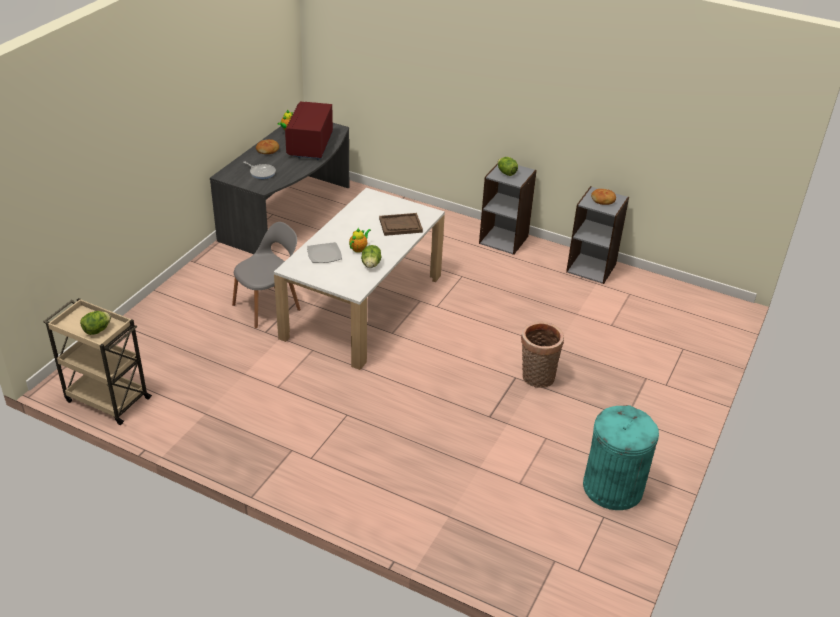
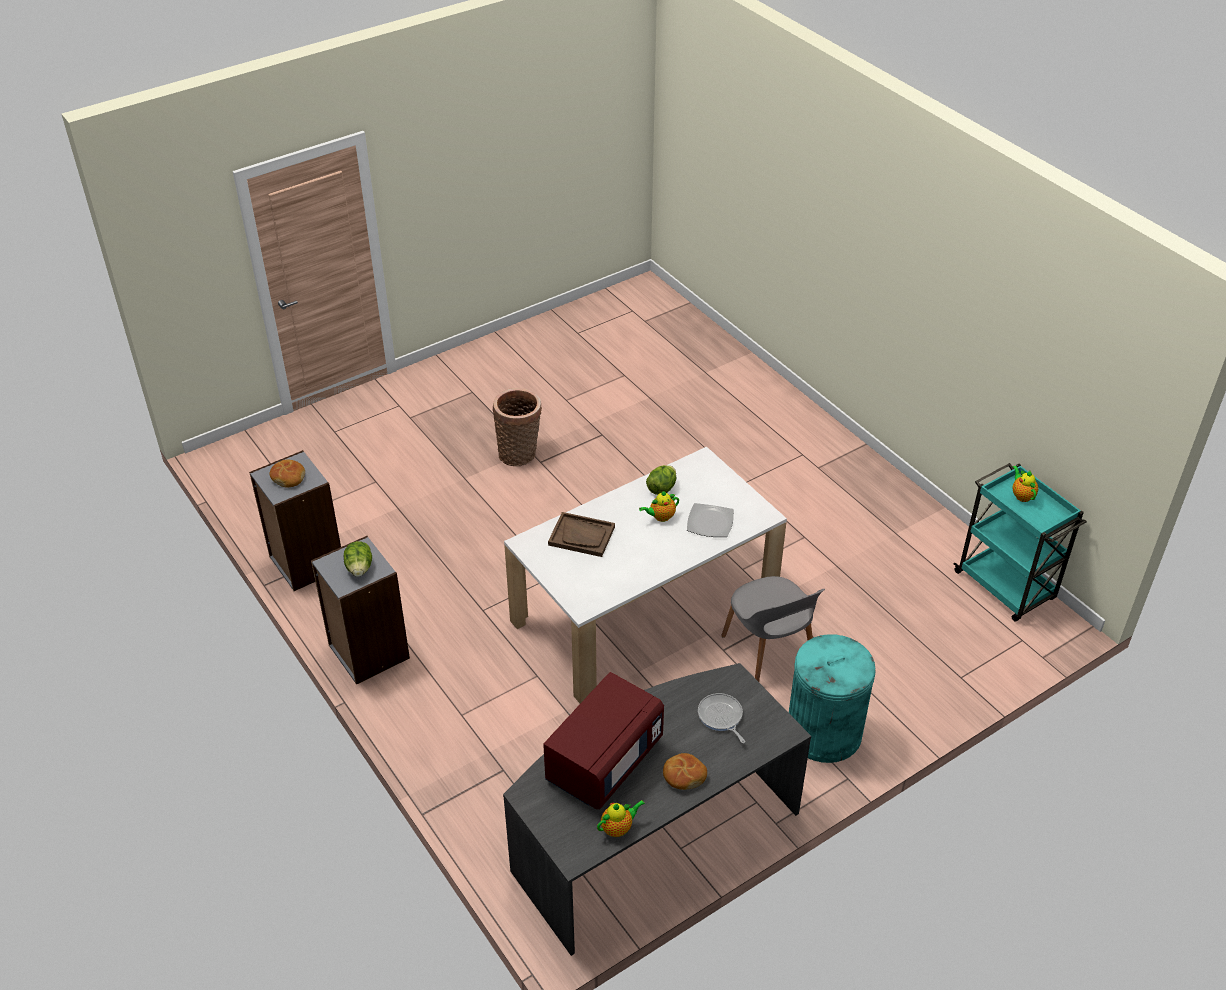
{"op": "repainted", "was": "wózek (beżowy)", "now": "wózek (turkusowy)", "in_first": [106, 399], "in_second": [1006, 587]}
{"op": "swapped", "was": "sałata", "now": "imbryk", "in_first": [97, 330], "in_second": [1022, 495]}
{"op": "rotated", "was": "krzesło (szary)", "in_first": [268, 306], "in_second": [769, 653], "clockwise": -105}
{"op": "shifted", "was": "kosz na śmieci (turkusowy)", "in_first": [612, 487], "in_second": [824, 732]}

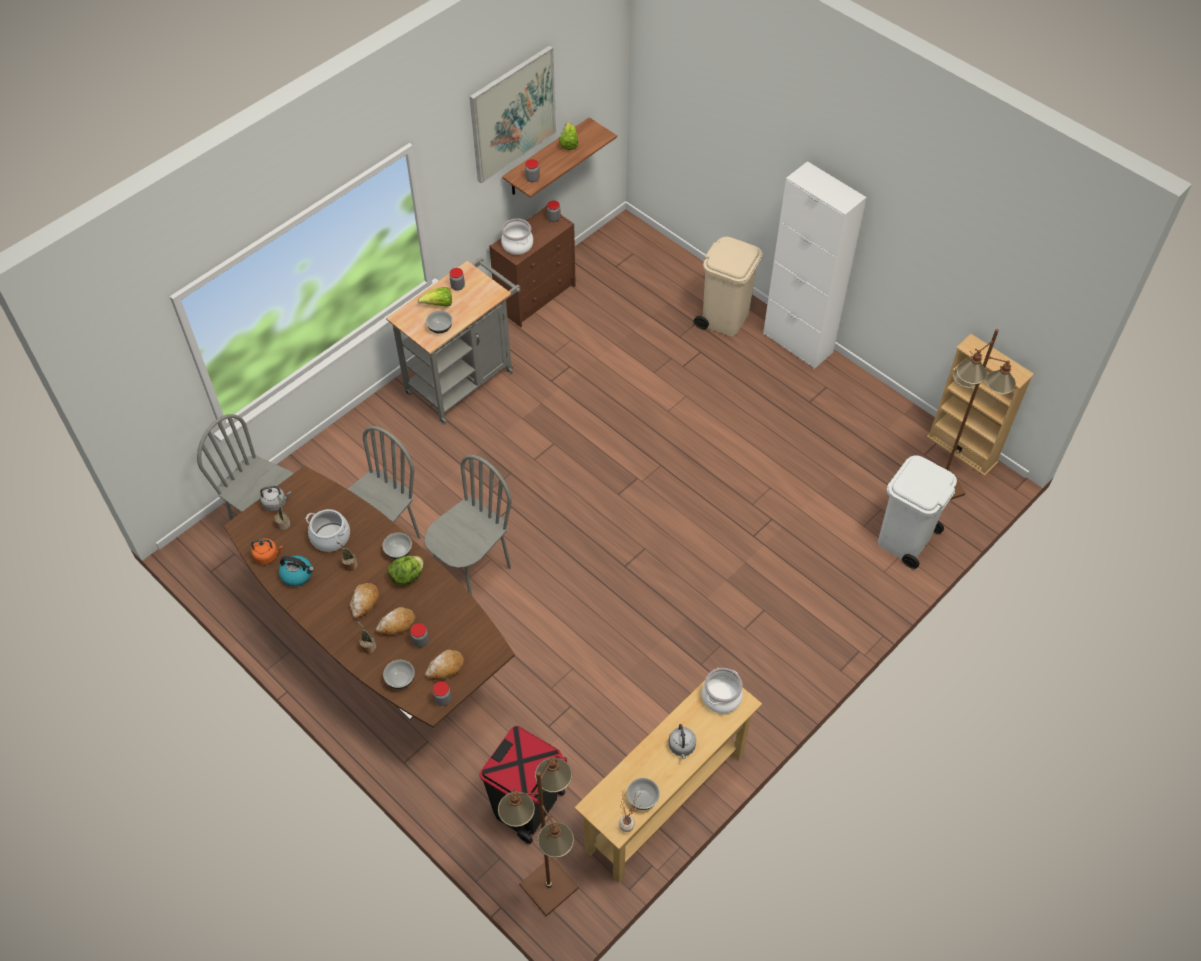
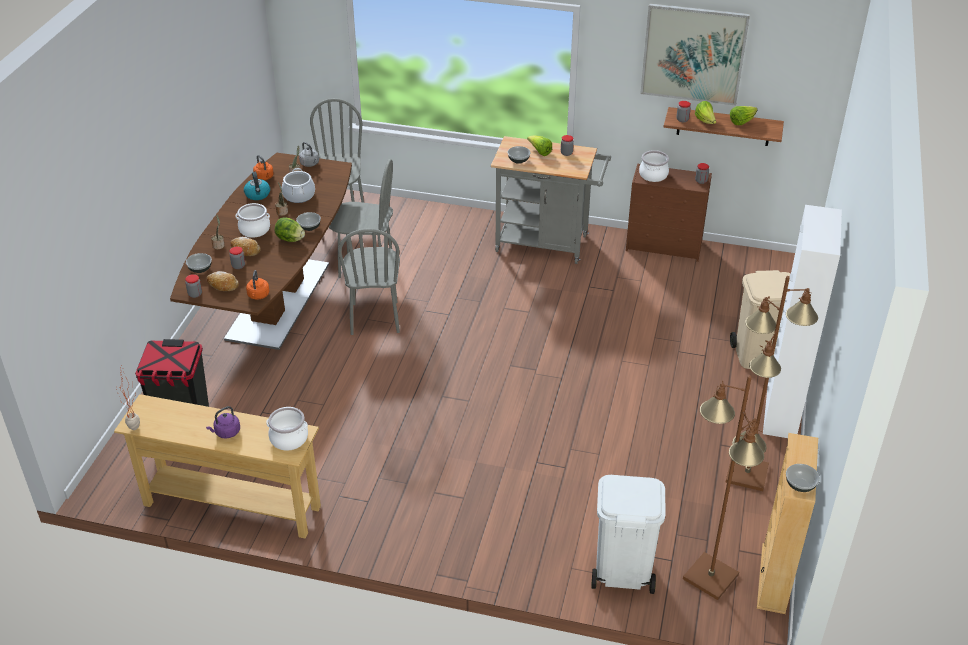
{"op": "swapped", "was": "chleb", "now": "garnek", "in_first": [364, 602], "in_second": [254, 230]}
{"op": "rotated", "was": "krzesło (szary)", "in_first": [472, 570], "in_second": [375, 318], "clockwise": 75}
{"op": "shifted", "was": "lampa stojąca (brązowy)", "in_first": [550, 886], "in_second": [747, 474]}
{"op": "shifted", "was": "miska", "in_first": [642, 798], "in_second": [800, 485]}
{"op": "repainted", "was": "czajnik (szary)", "now": "czajnik (fioletowy)", "in_first": [682, 747], "in_second": [226, 432]}
{"op": "new", "now": "czajnik (pomarańczowy)", "in_second": [258, 296]}
{"op": "new", "now": "sałata", "in_second": [705, 121]}

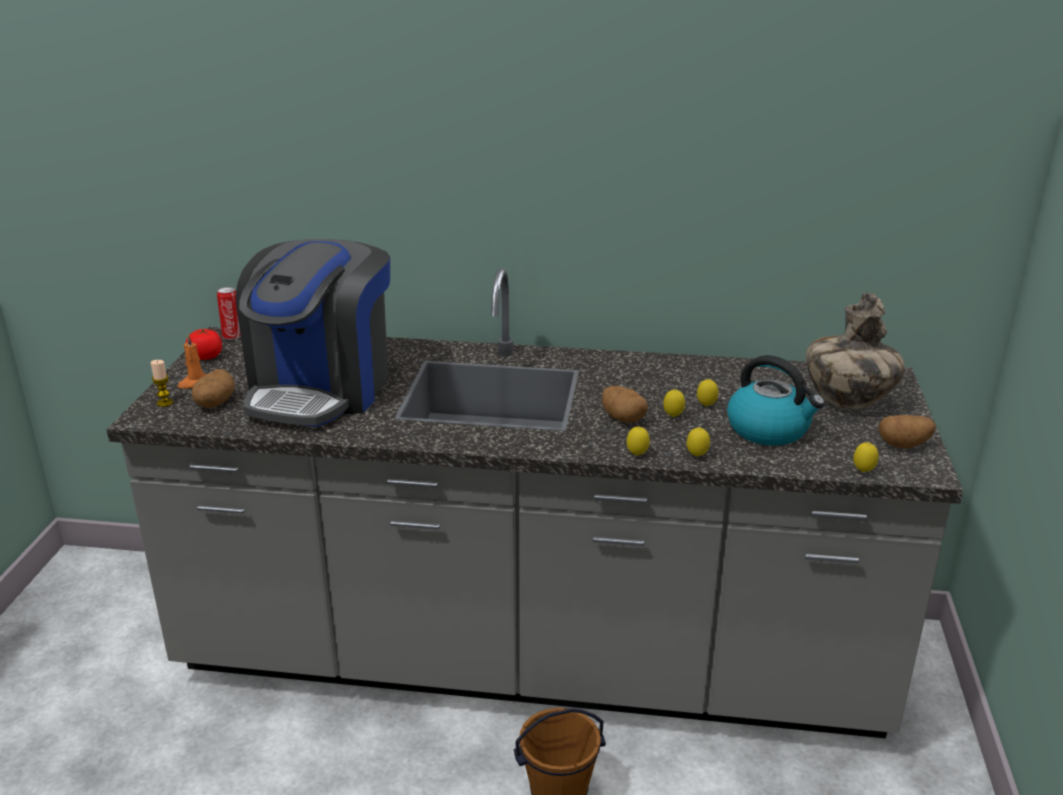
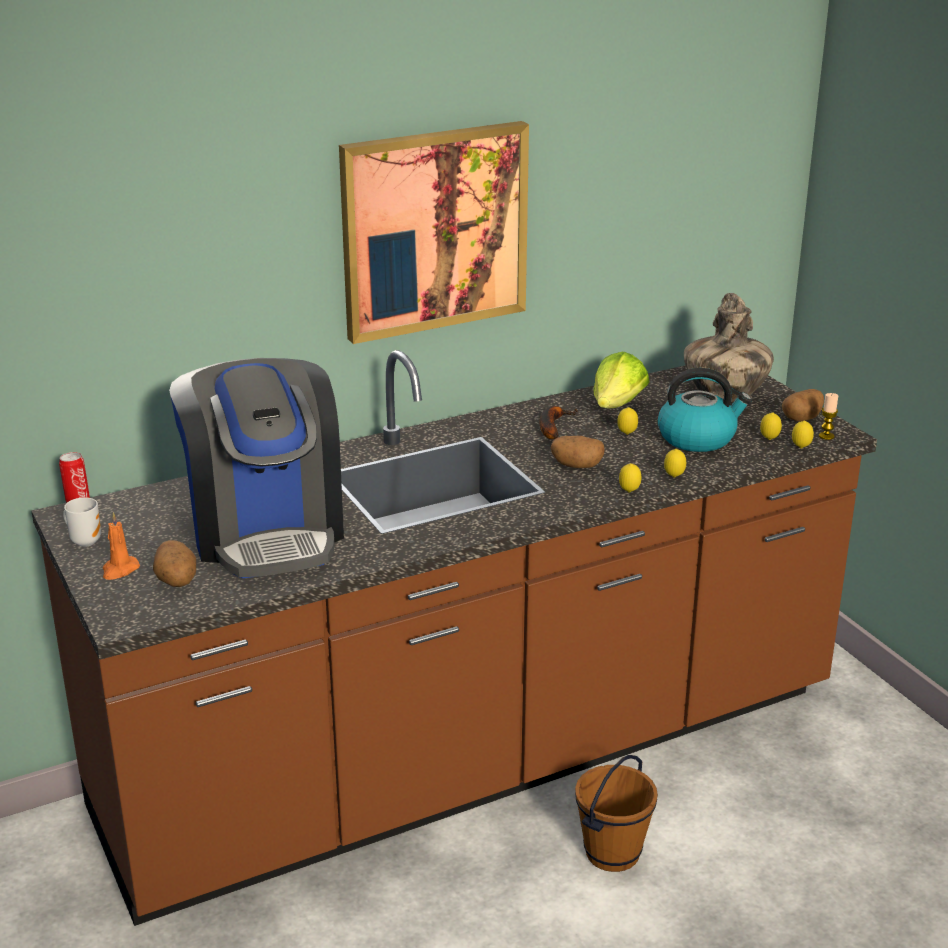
{"op": "repainted", "was": "zabudowa kuchenna (szary)", "now": "zabudowa kuchenna (brązowy)", "in_first": [531, 657], "in_second": [474, 757]}
{"op": "shifted", "was": "świeca", "in_first": [165, 403], "in_second": [826, 436]}
{"op": "swapped", "was": "pomidor", "now": "kubek", "in_first": [206, 357], "in_second": [85, 541]}
{"op": "shifted", "was": "cytryna", "in_first": [673, 416], "in_second": [769, 439]}
{"op": "new", "now": "obraz", "in_second": [434, 230]}
{"op": "new", "now": "banan", "in_second": [552, 426]}
{"op": "new", "now": "sałata", "in_second": [617, 405]}

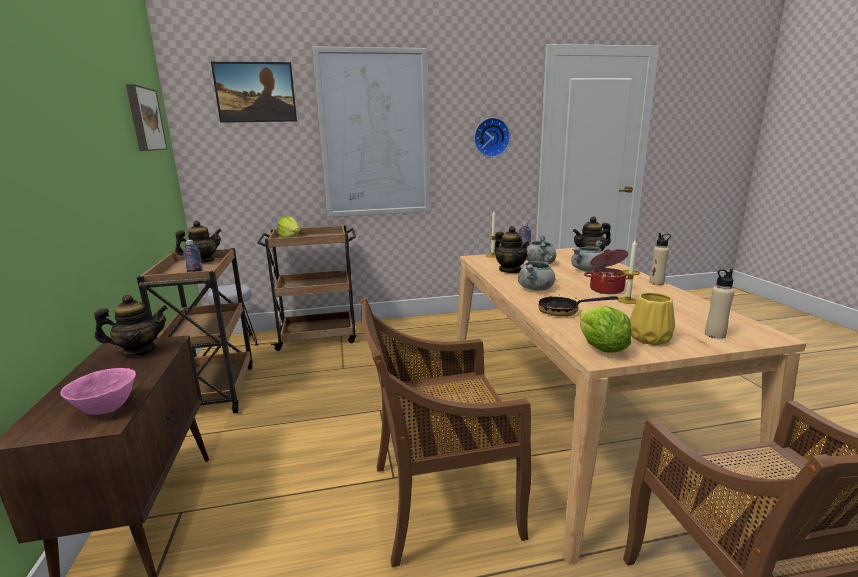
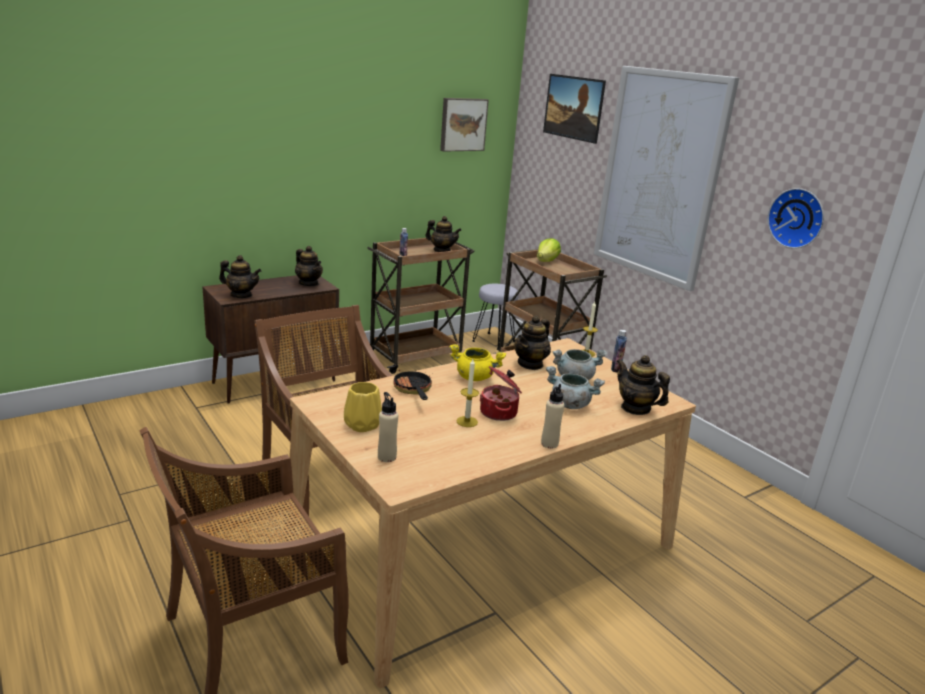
{"op": "swapped", "was": "miska (różowy)", "now": "imbryk", "in_first": [106, 409], "in_second": [241, 295]}
{"op": "repainted", "was": "garnek (szary)", "now": "garnek (żółty)", "in_first": [535, 288], "in_second": [475, 377]}
{"op": "gone", "was": "sałata", "in_first": [601, 348]}

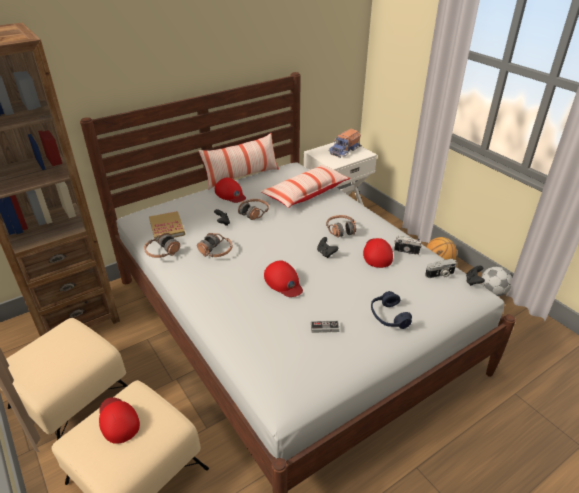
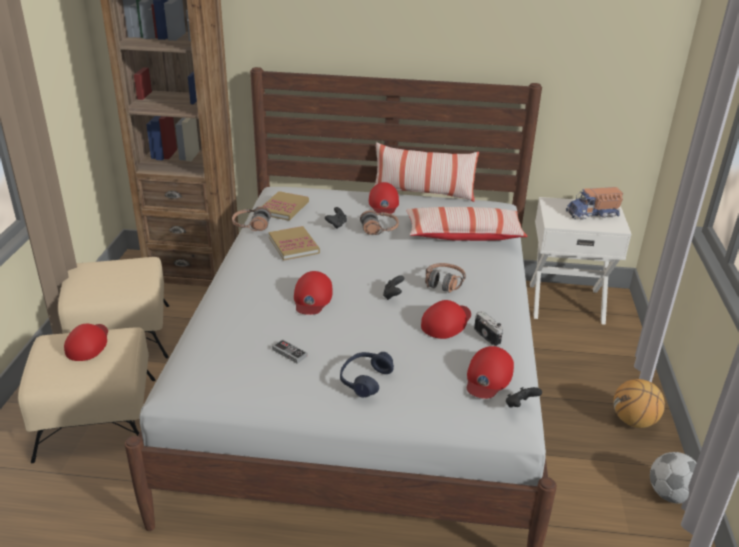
{"op": "swapped", "was": "słuchawki", "now": "książka", "in_first": [216, 251], "in_second": [293, 245]}
{"op": "swapped", "was": "aparat fotograficzny", "now": "czapka z daszkiem (czerwony)", "in_first": [440, 274], "in_second": [488, 377]}

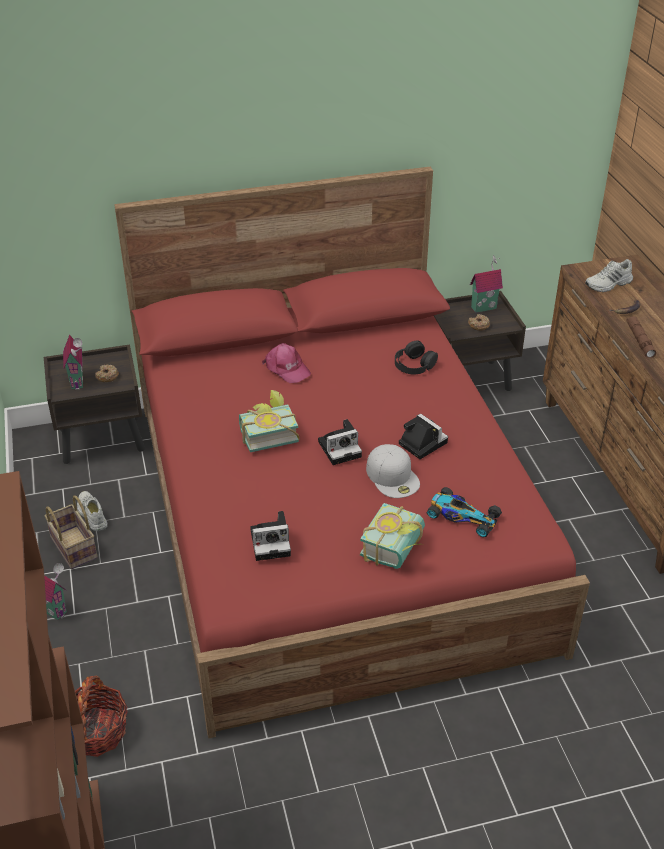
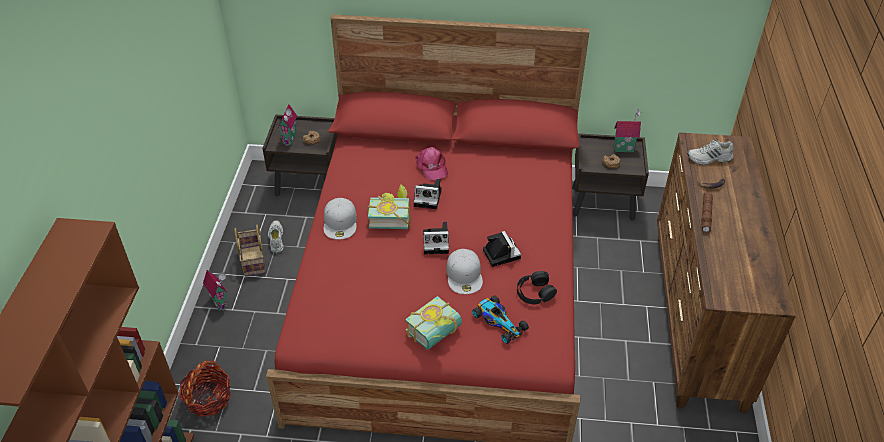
{"op": "shifted", "was": "aparat fotograficzny", "in_first": [272, 542], "in_second": [429, 198]}
{"op": "shifted", "was": "słuchawki (czarny)", "in_first": [414, 364], "in_second": [535, 292]}
{"op": "new", "now": "czapka z daszkiem (biały)", "in_second": [340, 222]}

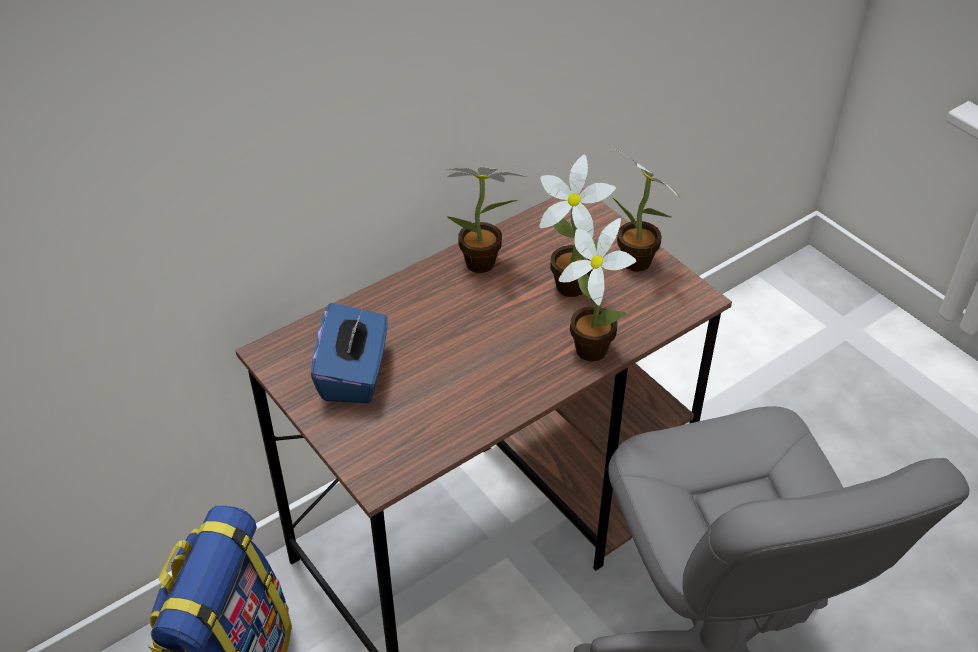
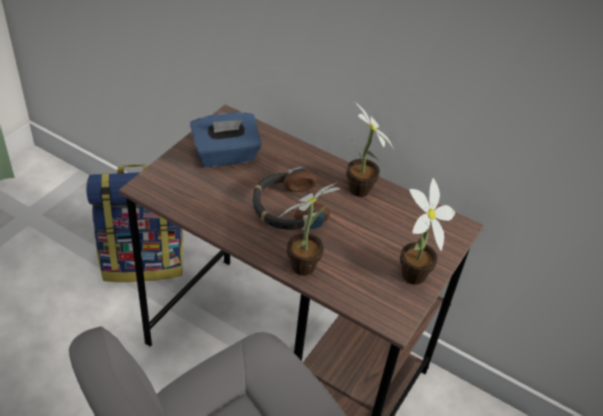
{"op": "gone", "was": "roślina doniczkowa", "in_first": [567, 283]}
{"op": "new", "now": "słuchawki", "in_second": [287, 208]}

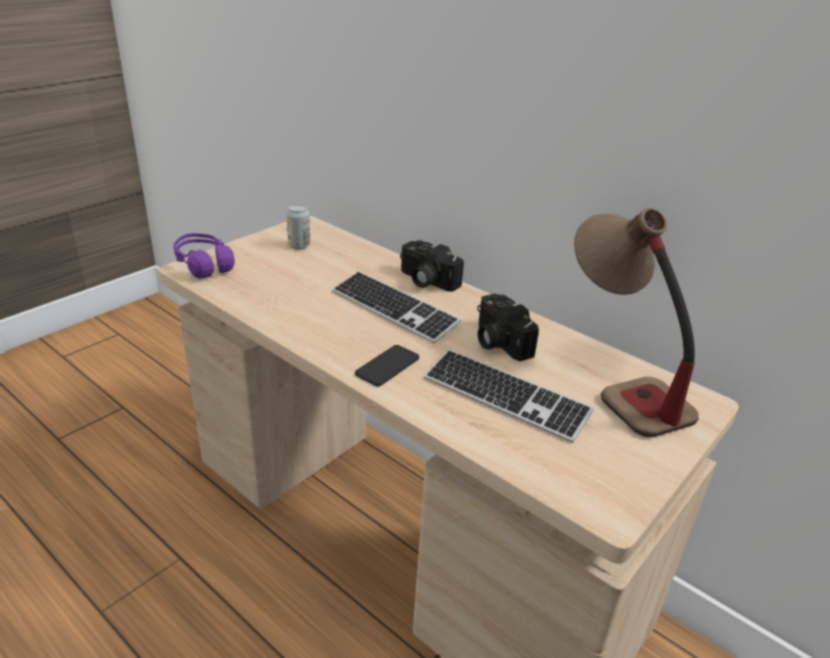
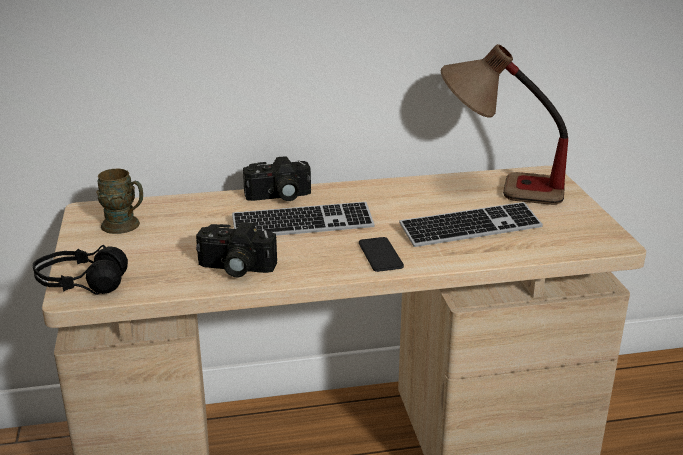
{"op": "repainted", "was": "słuchawki (fioletowy)", "now": "słuchawki (czarny)", "in_first": [203, 265], "in_second": [81, 284]}
{"op": "swapped", "was": "puszka", "now": "kubek (brązowy)", "in_first": [299, 245], "in_second": [126, 226]}
{"op": "shifted", "was": "aparat fotograficzny", "in_first": [497, 341], "in_second": [235, 268]}

